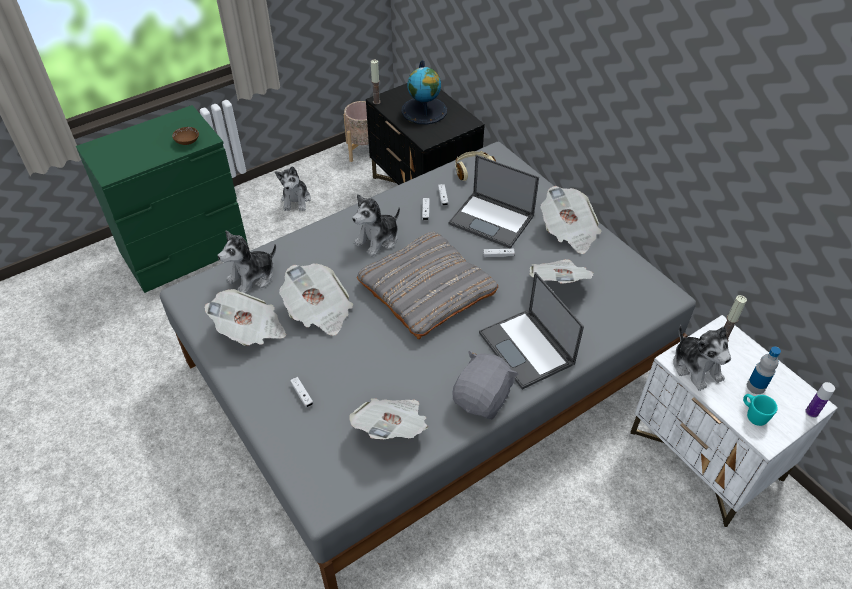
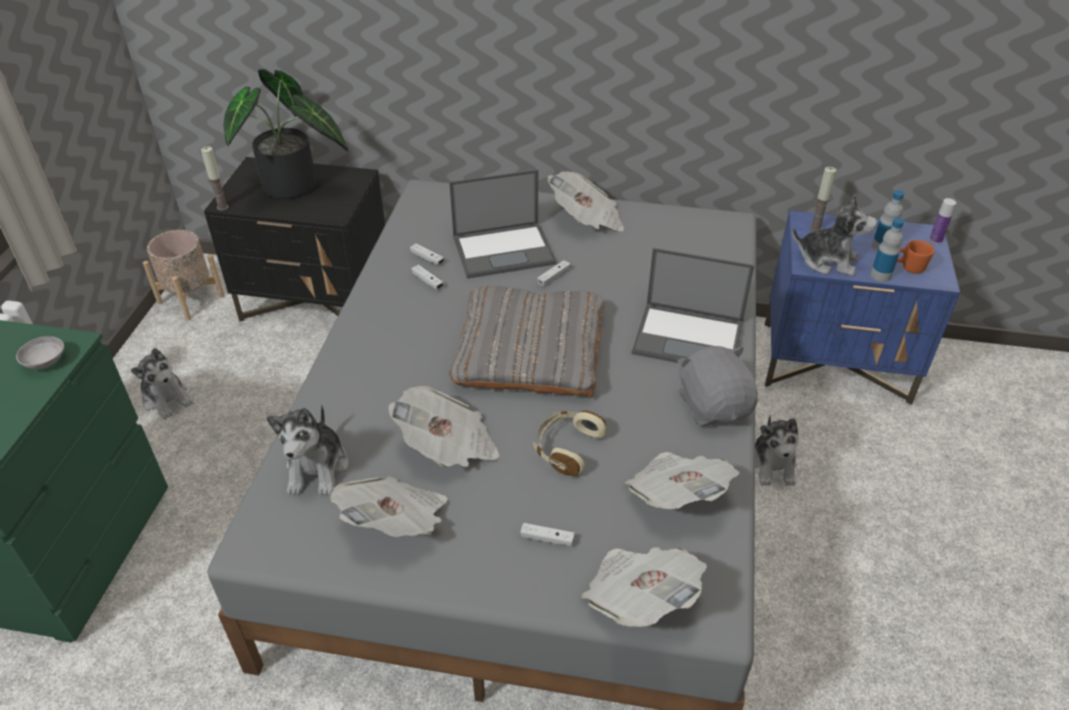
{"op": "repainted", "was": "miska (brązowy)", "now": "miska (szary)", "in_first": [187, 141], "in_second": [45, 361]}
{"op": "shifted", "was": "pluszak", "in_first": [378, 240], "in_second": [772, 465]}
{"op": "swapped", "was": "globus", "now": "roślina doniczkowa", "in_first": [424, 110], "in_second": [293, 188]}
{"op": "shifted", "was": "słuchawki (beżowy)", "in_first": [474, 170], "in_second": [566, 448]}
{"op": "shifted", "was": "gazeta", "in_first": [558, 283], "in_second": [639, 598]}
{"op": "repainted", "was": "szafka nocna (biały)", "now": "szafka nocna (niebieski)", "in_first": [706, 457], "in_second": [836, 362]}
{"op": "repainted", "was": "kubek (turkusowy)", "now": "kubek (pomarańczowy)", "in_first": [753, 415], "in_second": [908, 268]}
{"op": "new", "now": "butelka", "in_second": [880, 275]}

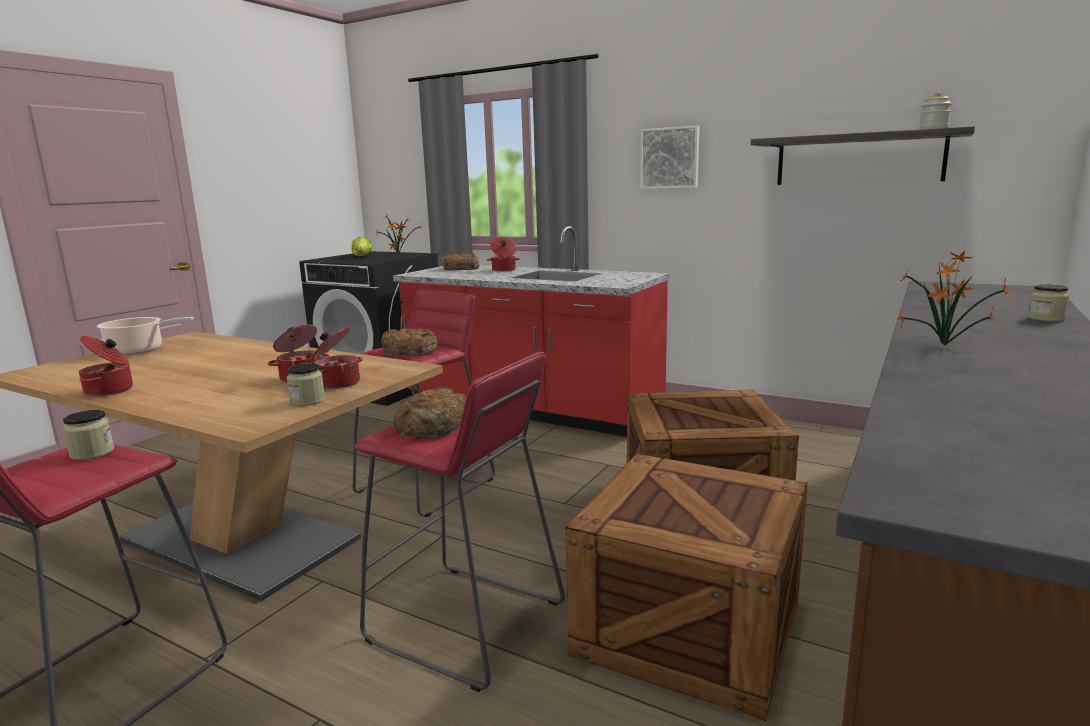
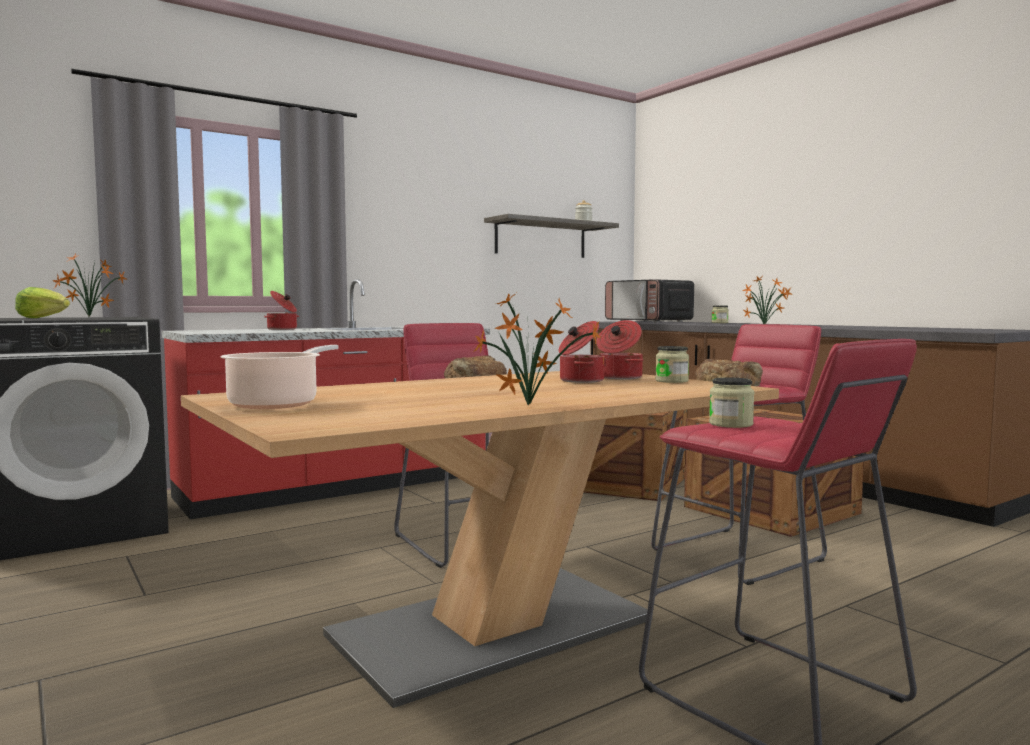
{"op": "swapped", "was": "garnek", "now": "roślina doniczkowa", "in_first": [110, 391], "in_second": [531, 405]}
{"op": "gone", "was": "chleb", "in_first": [460, 268]}
{"op": "gone", "was": "obraz", "in_first": [670, 158]}
{"op": "new", "now": "mikrofalówka", "in_second": [649, 321]}

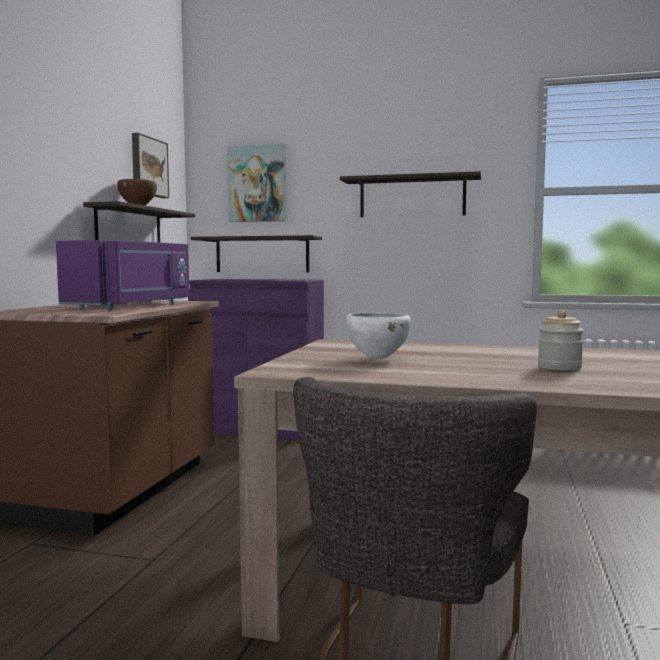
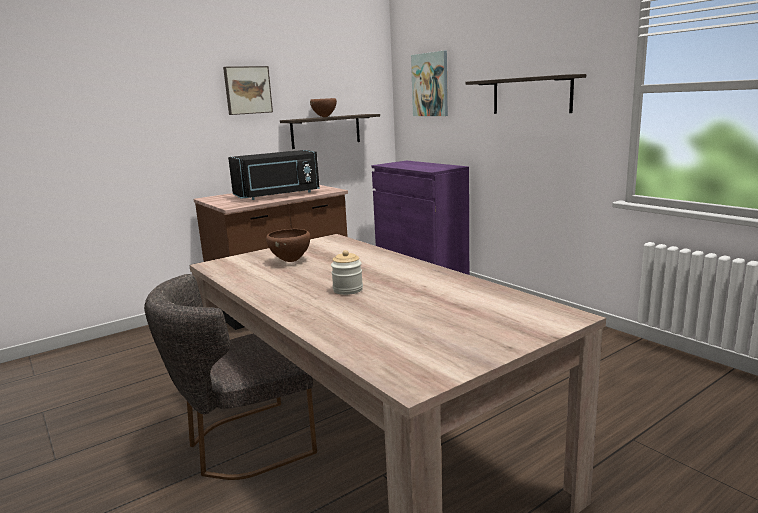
{"op": "repainted", "was": "mikrofalówka (fioletowy)", "now": "mikrofalówka (czarny)", "in_first": [132, 306], "in_second": [278, 195]}
{"op": "shifted", "was": "obraz", "in_first": [148, 167], "in_second": [247, 90]}
{"op": "gone", "was": "półka", "in_first": [262, 254]}
{"op": "repainted", "was": "miska (biały)", "now": "miska (brązowy)", "in_first": [377, 359], "in_second": [291, 261]}

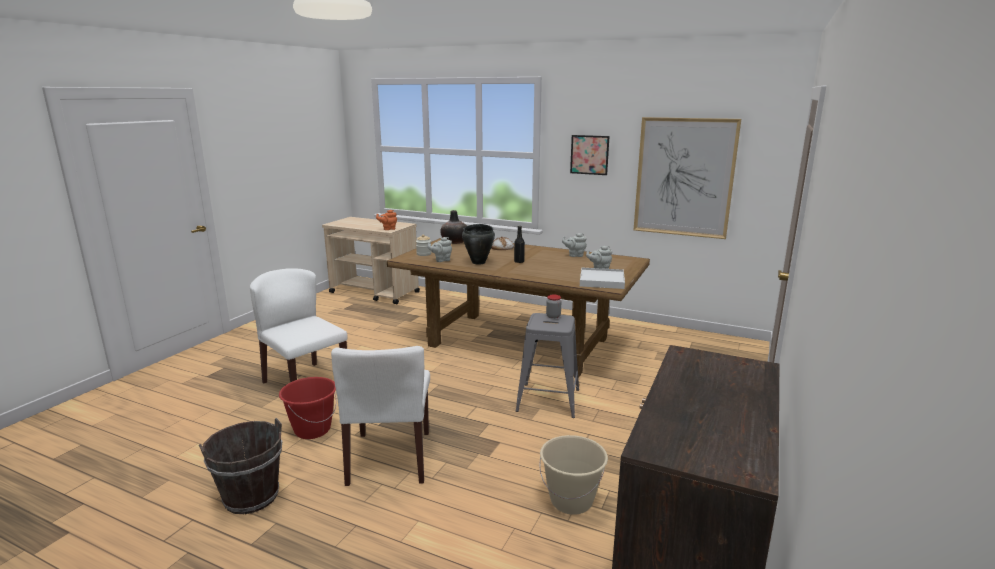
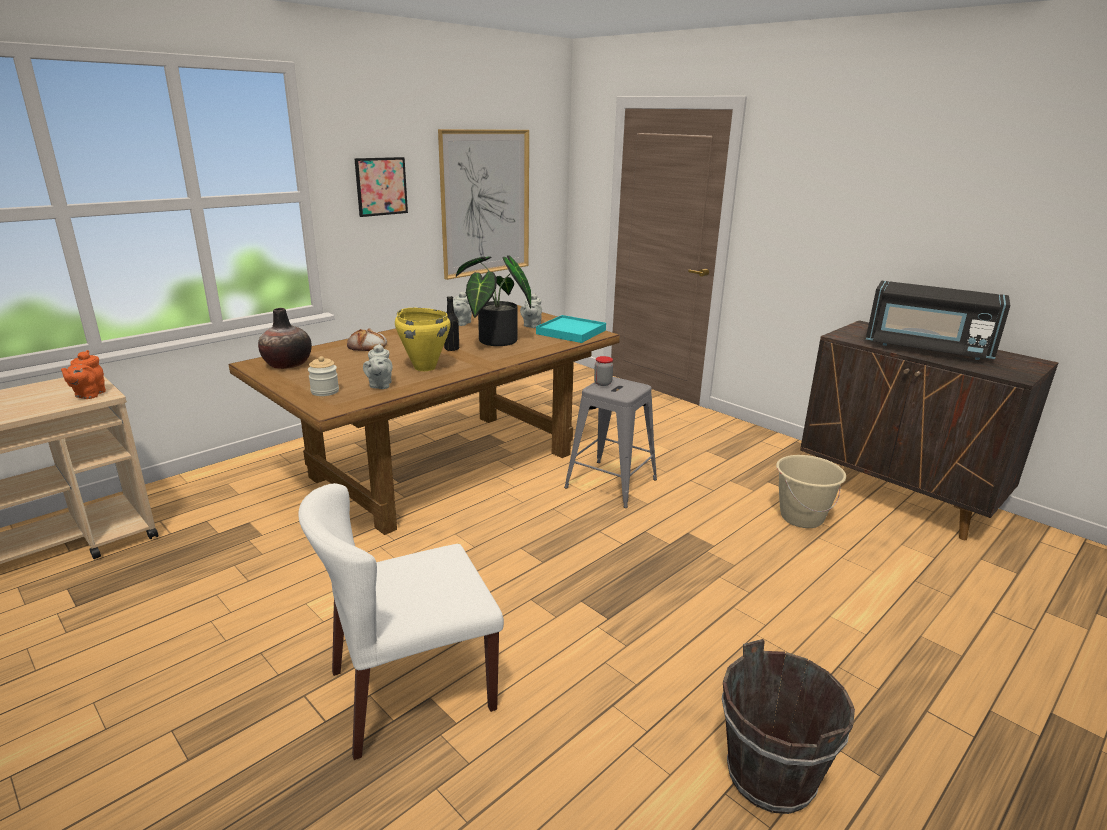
{"op": "gone", "was": "wiadro (czerwony)", "in_first": [312, 430]}
{"op": "gone", "was": "krzesło (biały)", "in_first": [390, 458]}
{"op": "repainted", "was": "garnek (czarny)", "now": "garnek (żółty)", "in_first": [479, 262], "in_second": [425, 367]}
{"op": "repainted", "was": "taca (biały)", "now": "taca (turkusowy)", "in_first": [601, 281], "in_second": [571, 332]}
{"op": "new", "now": "roślina doniczkowa", "in_second": [493, 342]}
{"op": "new", "now": "mikrofalówka (czarny)", "in_second": [927, 348]}

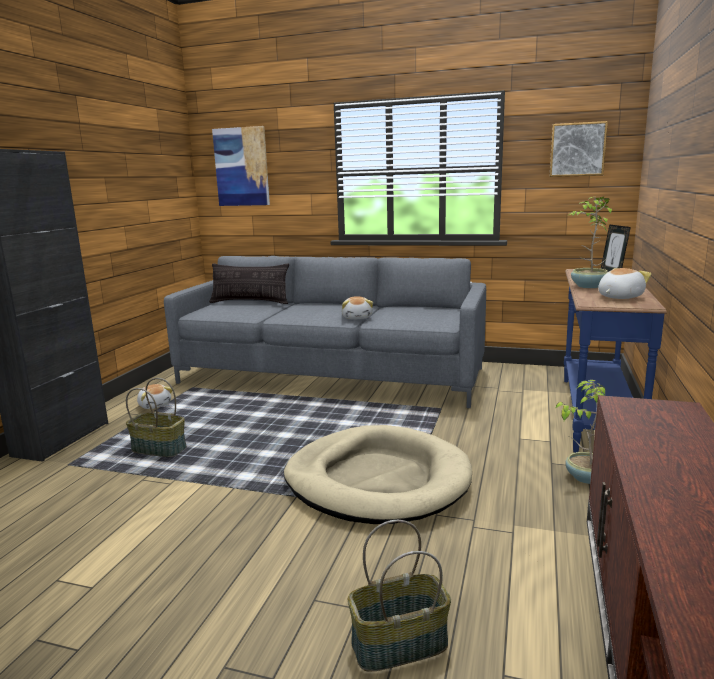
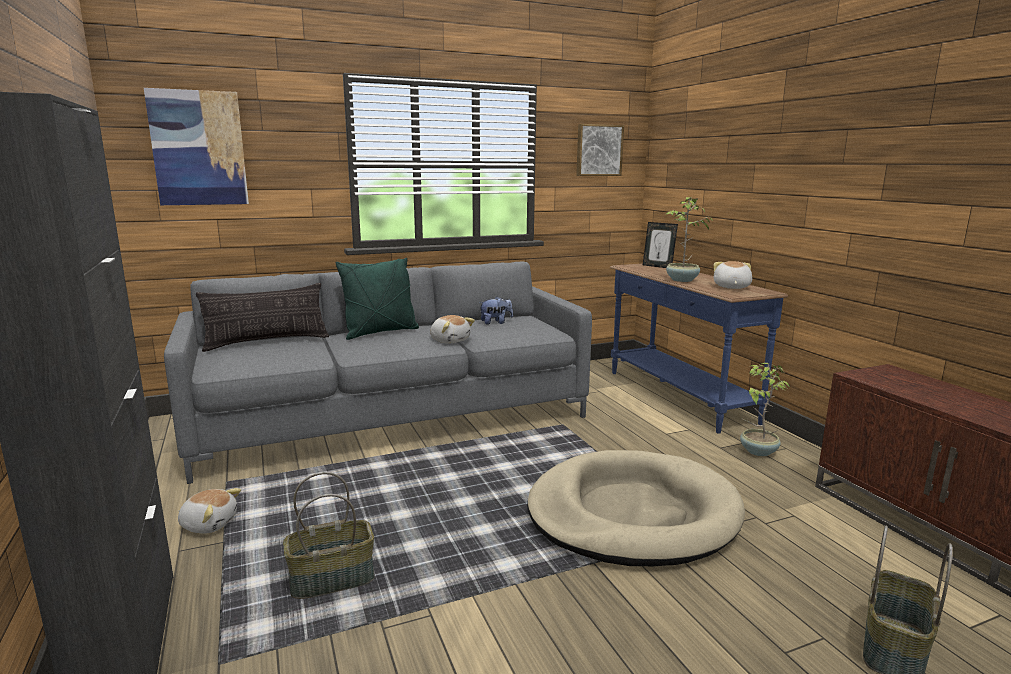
{"op": "new", "now": "poduszka (zielony)", "in_second": [380, 332]}
{"op": "new", "now": "pluszak", "in_second": [496, 322]}

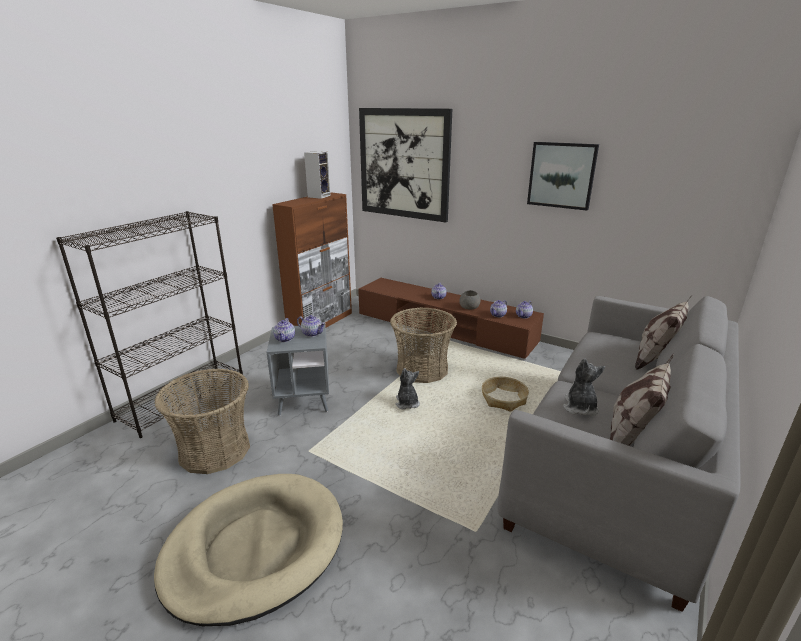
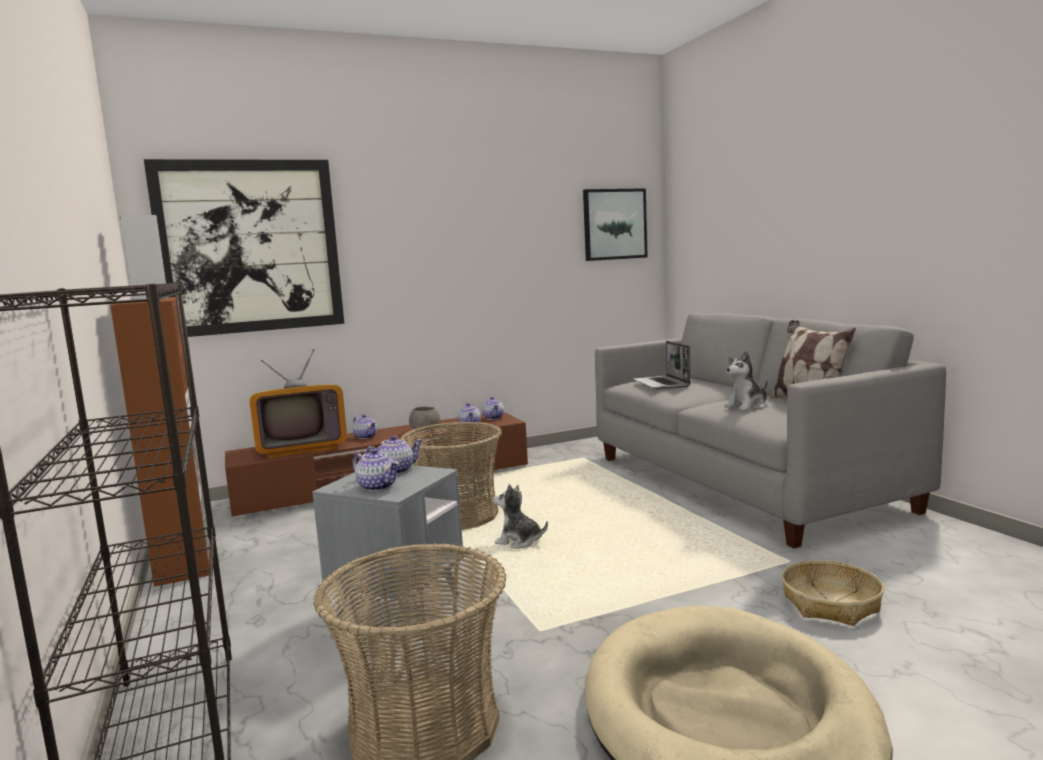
{"op": "shifted", "was": "koszyk", "in_first": [504, 399], "in_second": [830, 604]}
{"op": "shifted", "was": "obraz", "in_first": [561, 175], "in_second": [614, 224]}
{"op": "rotated", "was": "pluszak", "in_first": [580, 407], "in_second": [747, 406], "clockwise": -75}
{"op": "gone", "was": "poduszka", "in_first": [655, 360]}
{"op": "new", "now": "telewizor", "in_second": [302, 447]}
{"op": "new", "now": "laptop", "in_second": [662, 384]}

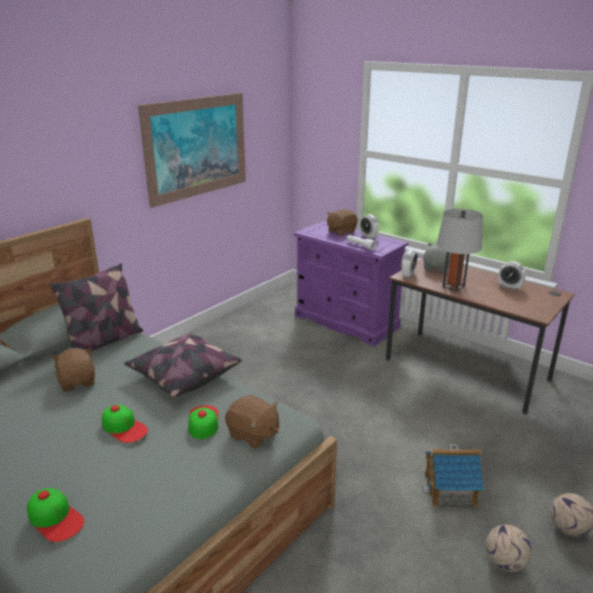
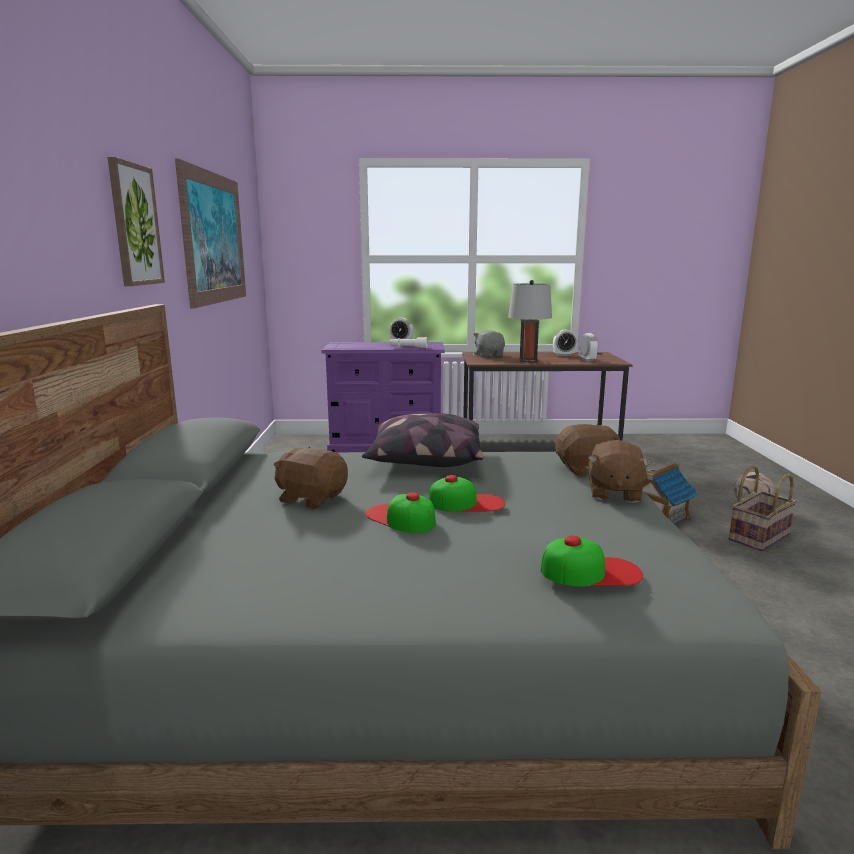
{"op": "gone", "was": "poduszka", "in_first": [104, 341]}
{"op": "shifted", "was": "czapka z daszkiem", "in_first": [203, 421], "in_second": [400, 518]}
{"op": "shifted", "was": "pluszak (brązowy)", "in_first": [341, 231], "in_second": [614, 493]}
{"op": "shifted", "was": "budzik", "in_first": [408, 275], "in_second": [587, 360]}
{"op": "swapped", "was": "piłka futbolowa", "now": "koszyk", "in_first": [505, 562], "in_second": [758, 536]}
{"op": "new", "now": "obraz", "in_second": [135, 225]}

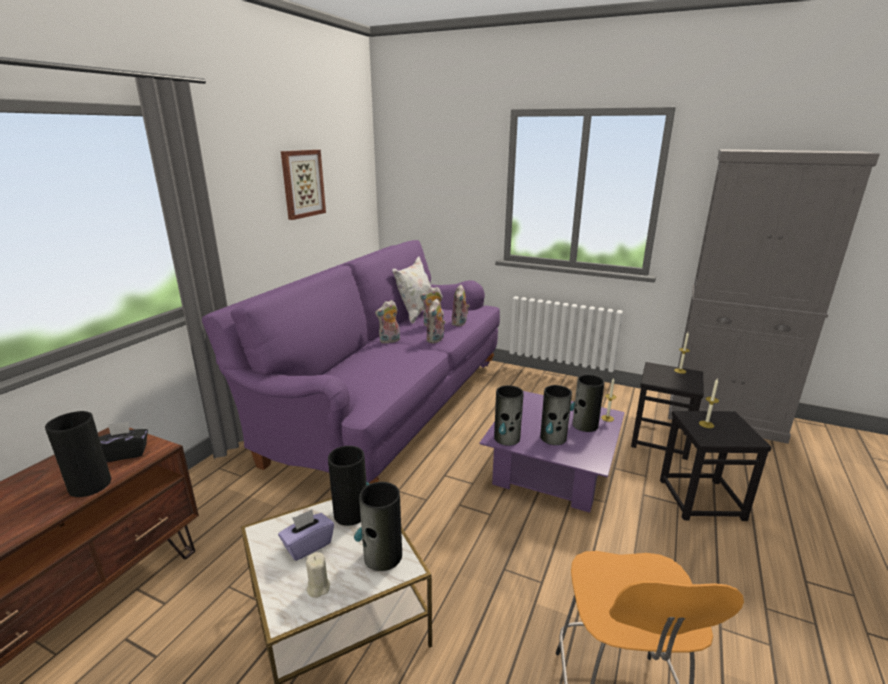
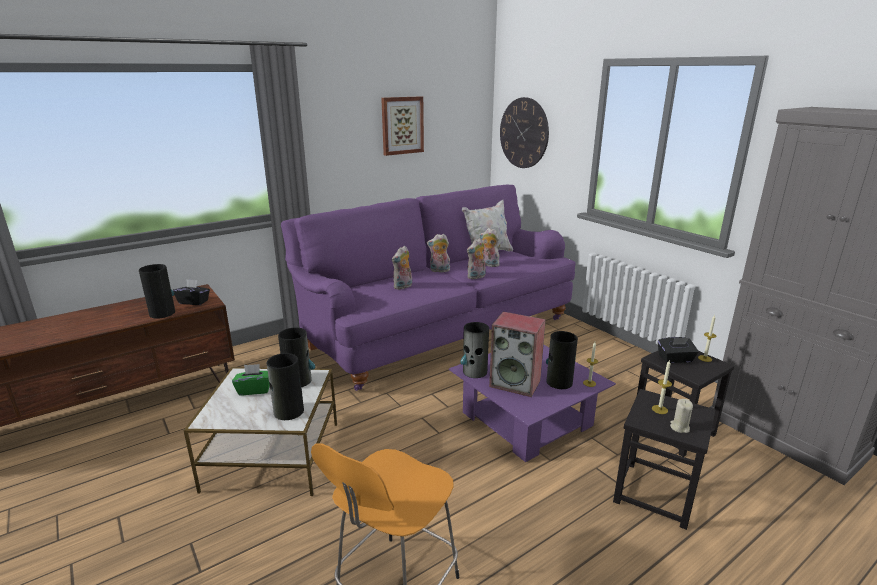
{"op": "repainted", "was": "pudełko chusteczek (fioletowy)", "now": "pudełko chusteczek (zielony)", "in_first": [308, 545], "in_second": [254, 390]}
{"op": "shifted", "was": "świeca (beżowy)", "in_first": [318, 587], "in_second": [679, 427]}
{"op": "shifted", "was": "pluszak", "in_first": [460, 323], "in_second": [403, 287]}
{"op": "swapped", "was": "wazon", "now": "głośnik", "in_first": [553, 438], "in_second": [516, 383]}
{"op": "new", "now": "zegar ścienny", "in_second": [524, 133]}
{"op": "new", "now": "pudełko chusteczek (czarny)", "in_second": [675, 359]}

